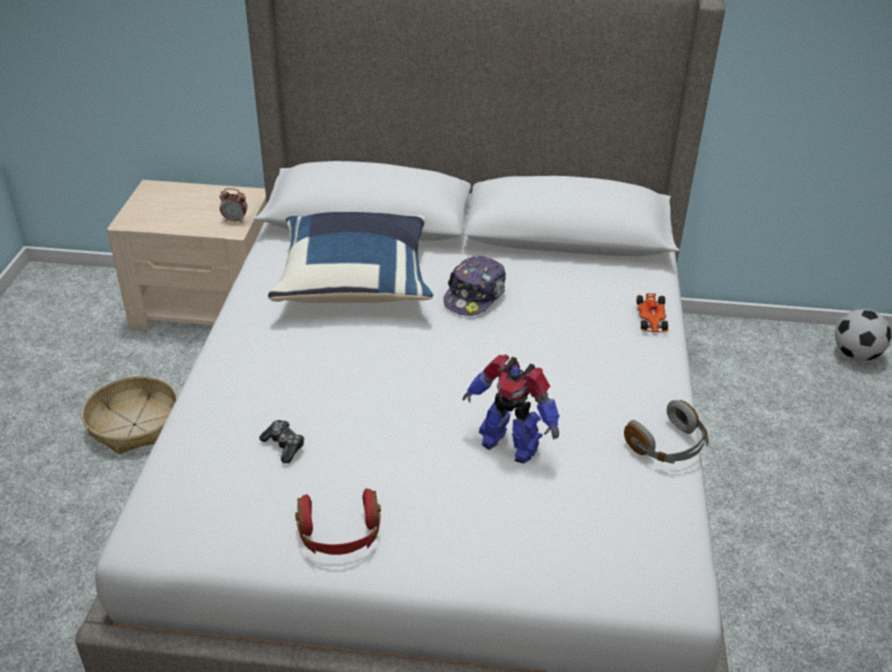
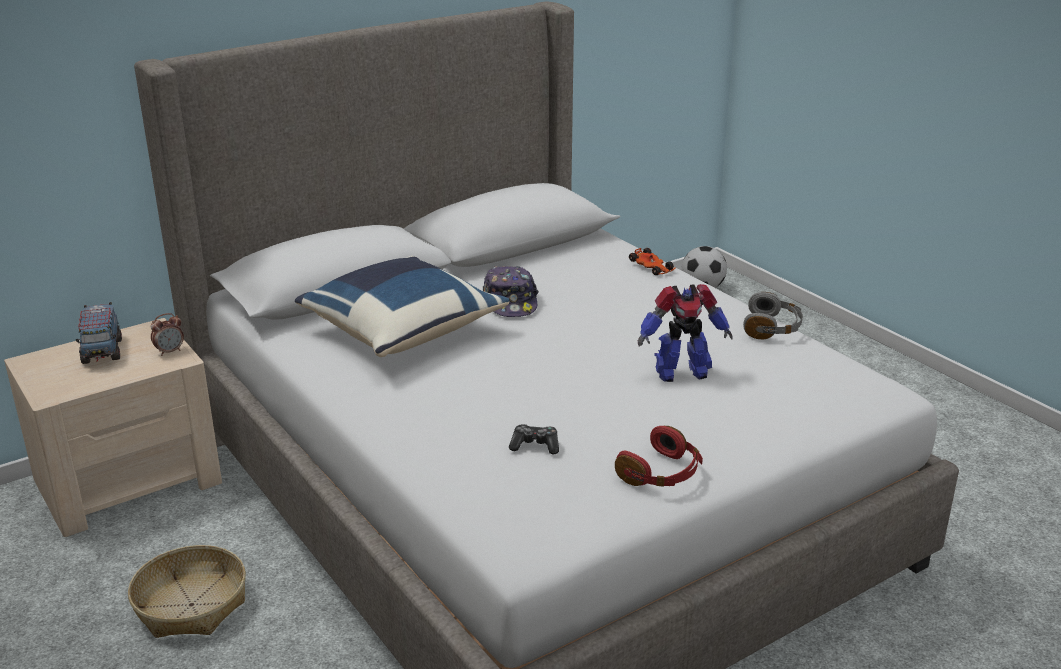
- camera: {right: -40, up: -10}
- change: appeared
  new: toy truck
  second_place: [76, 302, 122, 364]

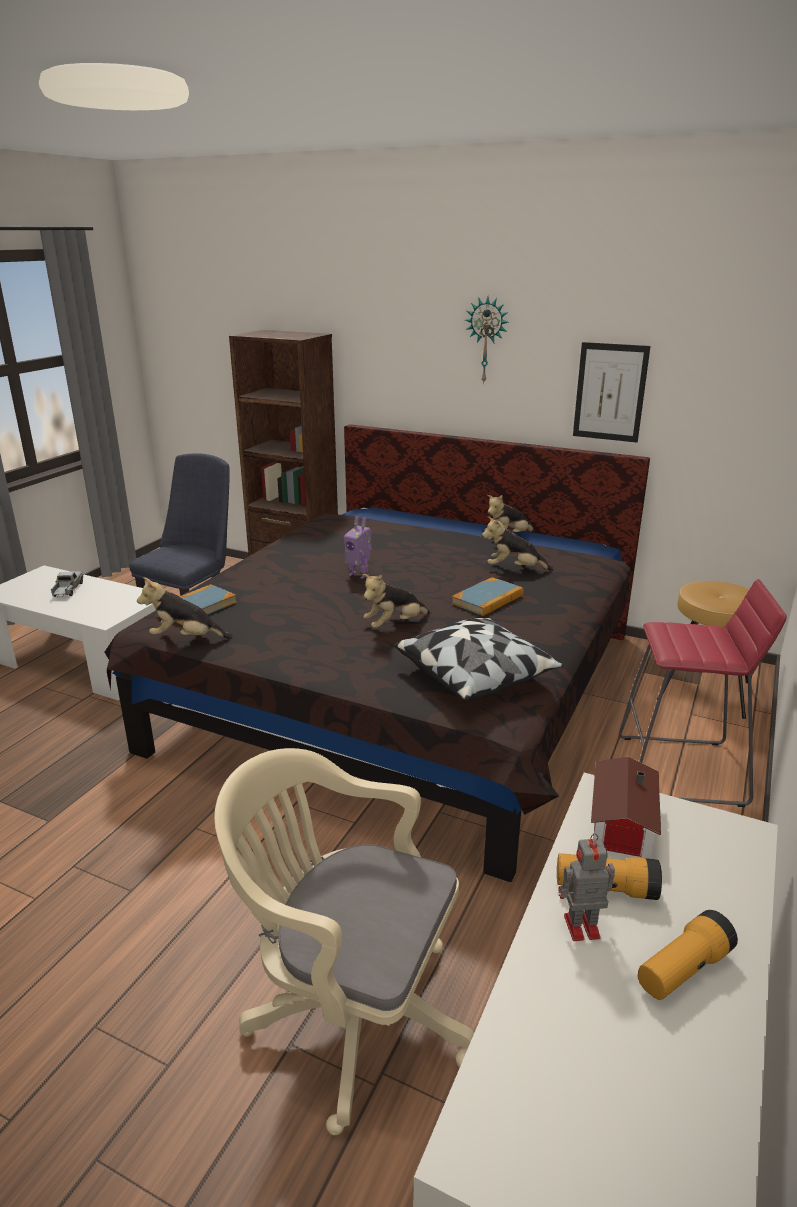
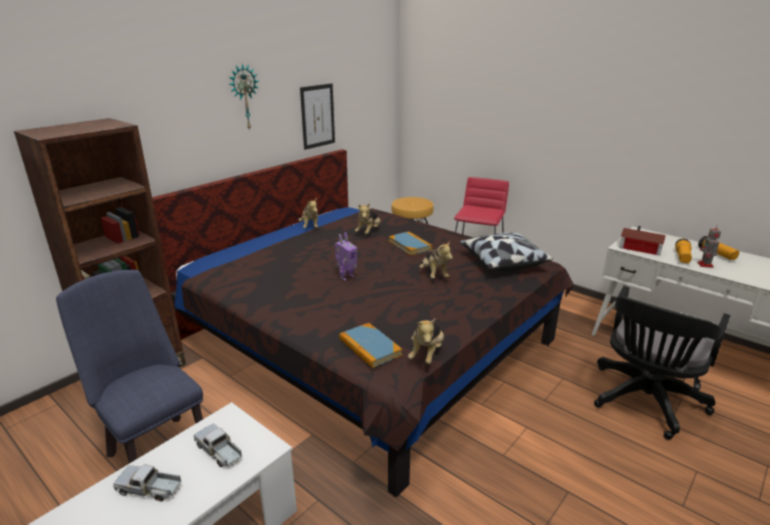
- camera: {right: -75, up: 0}
- change: appeared
  new: toy truck
  second_place: [194, 424, 242, 467]
- change: colour
  old: beige office chair
  new: black office chair
  first_place: [214, 748, 474, 1135]
  second_place: [594, 286, 731, 440]

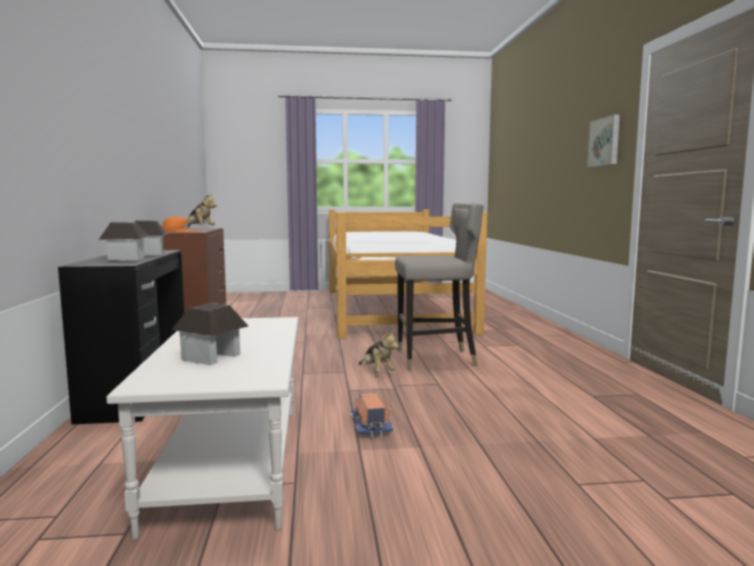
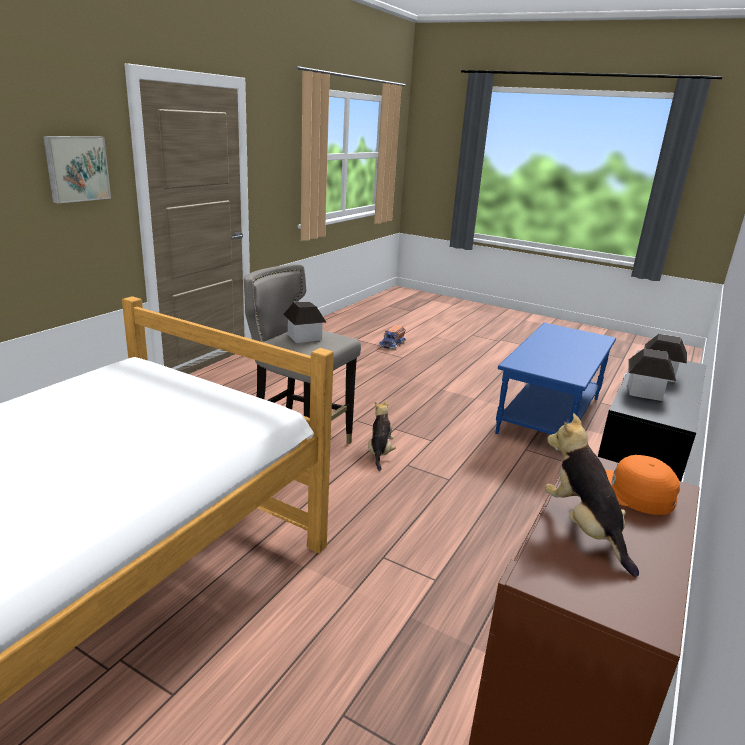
- camera: {right: -145, up: 15}
- change: relocated
  old: toy house
  first_place: [171, 303, 248, 365]
  second_place: [283, 302, 327, 343]
- change: relocated
  old: toy truck
  first_place: [351, 392, 393, 438]
  second_place: [379, 325, 406, 350]
- change: colour
  old: white coffee table
  new: blue coffee table
  first_place: [106, 317, 299, 540]
  second_place: [495, 323, 616, 435]

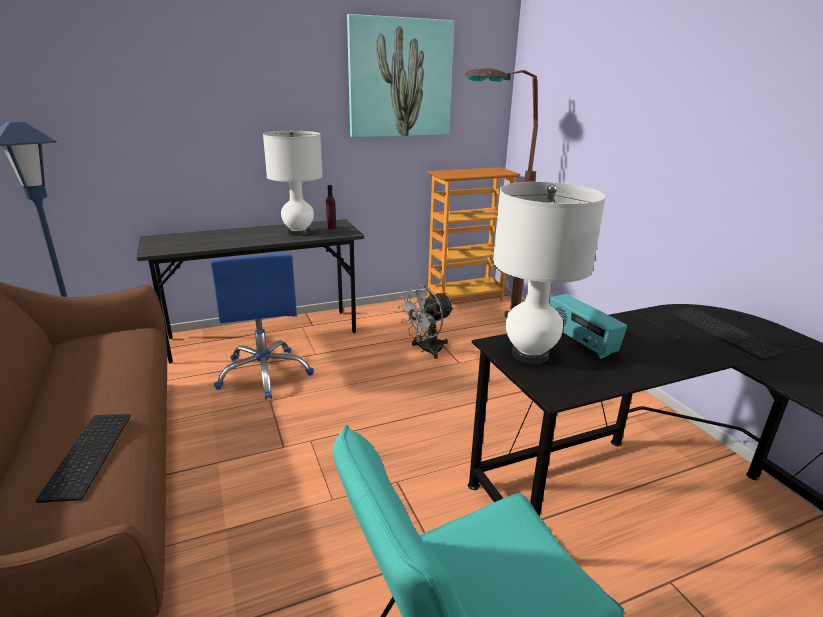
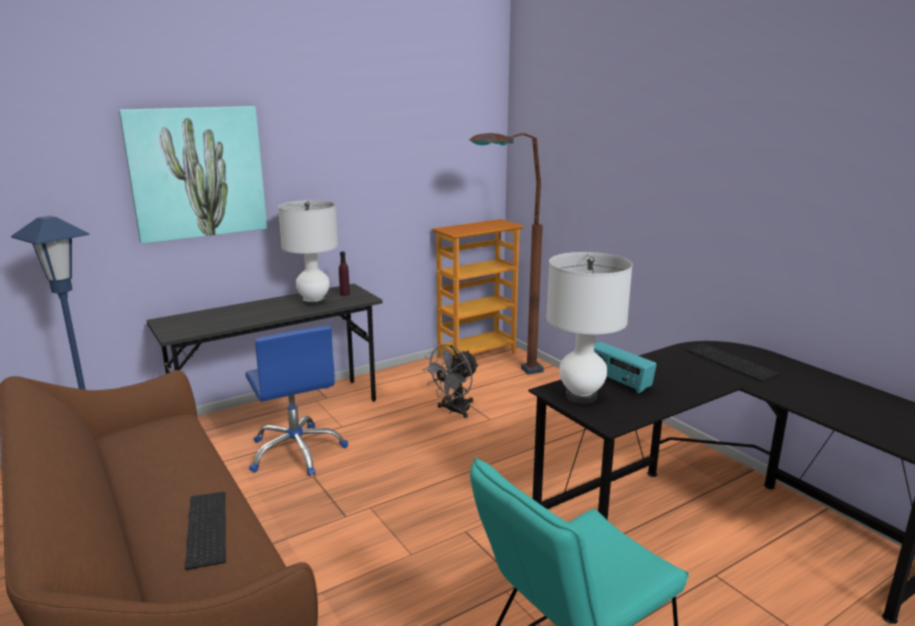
- camera: {right: -10, up: -5}
- change: relocated
  old: picture
  first_place: [347, 14, 454, 137]
  second_place: [119, 106, 267, 244]

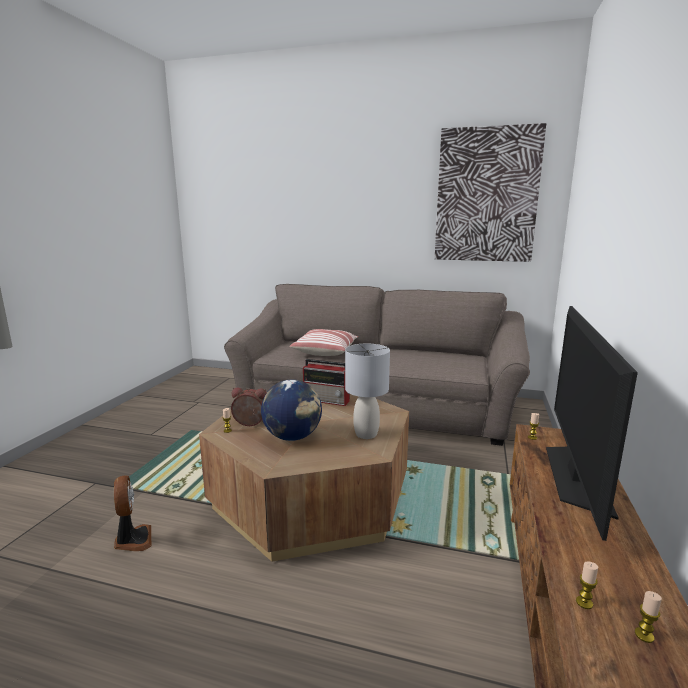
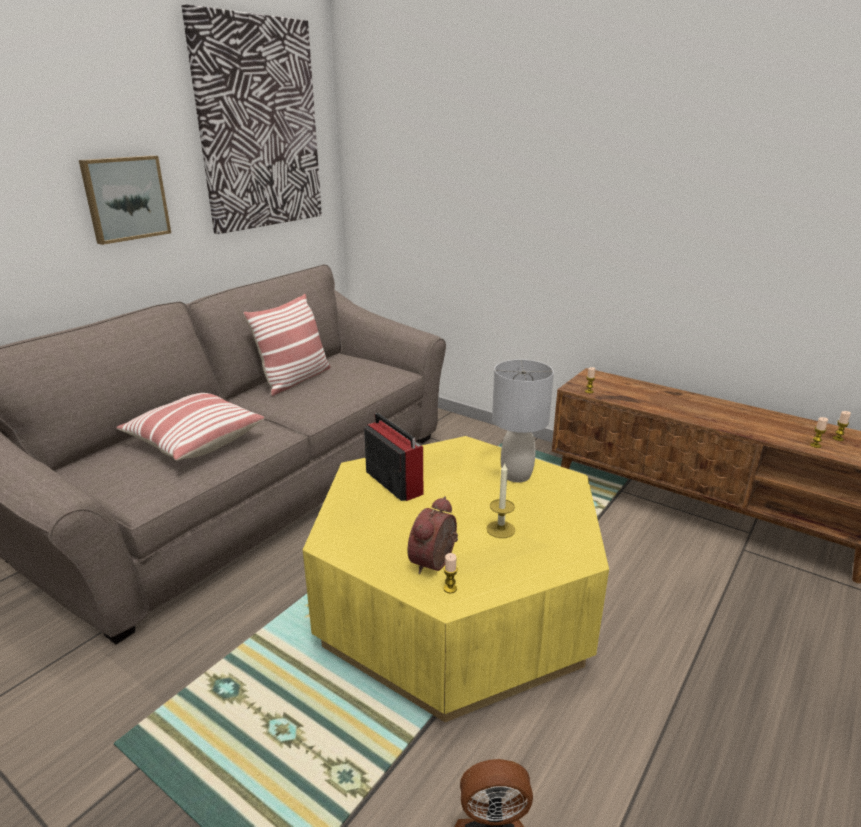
- camera: {right: -70, up: 10}
- change: appeared
  new: picture
  second_place: [79, 155, 171, 245]
- change: appeared
  new: pillow
  second_place: [243, 294, 330, 396]
- change: colour
  old: brown coffee table
  new: yellow coffee table
  first_place: [199, 394, 409, 562]
  second_place: [303, 436, 609, 722]
- change: spun
  old: radio
  first_place: [303, 359, 350, 406]
  second_place: [364, 413, 423, 501]
  degrees: -75
- change: exchanged
  old: globe
  new: candle
  first_place: [261, 380, 322, 441]
  second_place: [487, 464, 515, 538]
- change: missing
  old: television
  first_place: [546, 306, 638, 541]

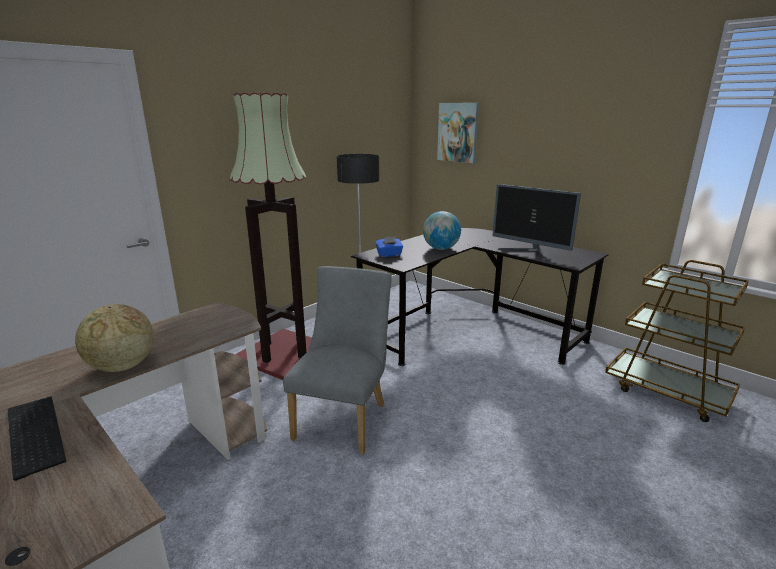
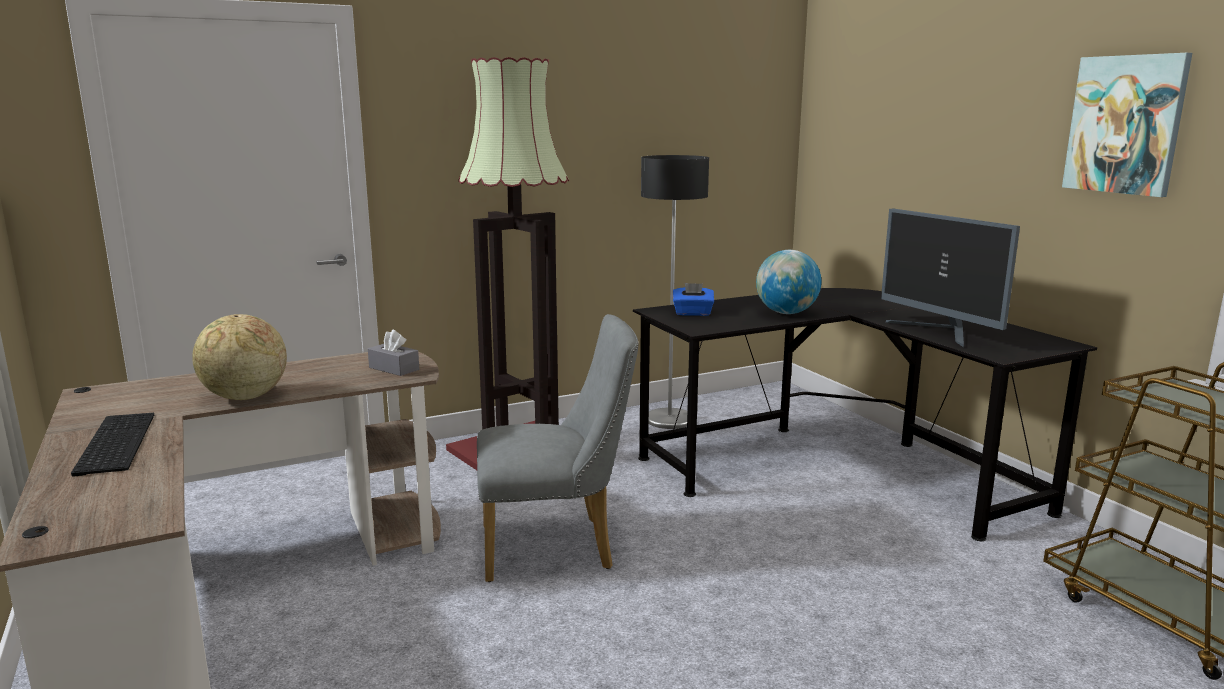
- camera: {right: 20, up: -5}
- change: appeared
  new: grey tissue box
  second_place: [368, 330, 419, 376]
- change: spun
  old: grey chair
  first_place: [283, 266, 392, 455]
  second_place: [477, 314, 639, 582]
  degrees: 45
- change: relocated
  old: picture
  first_place: [437, 103, 479, 163]
  second_place: [1062, 53, 1192, 197]

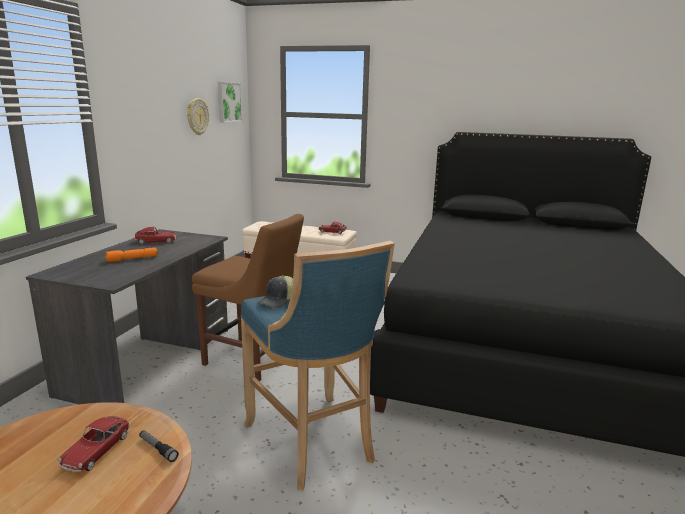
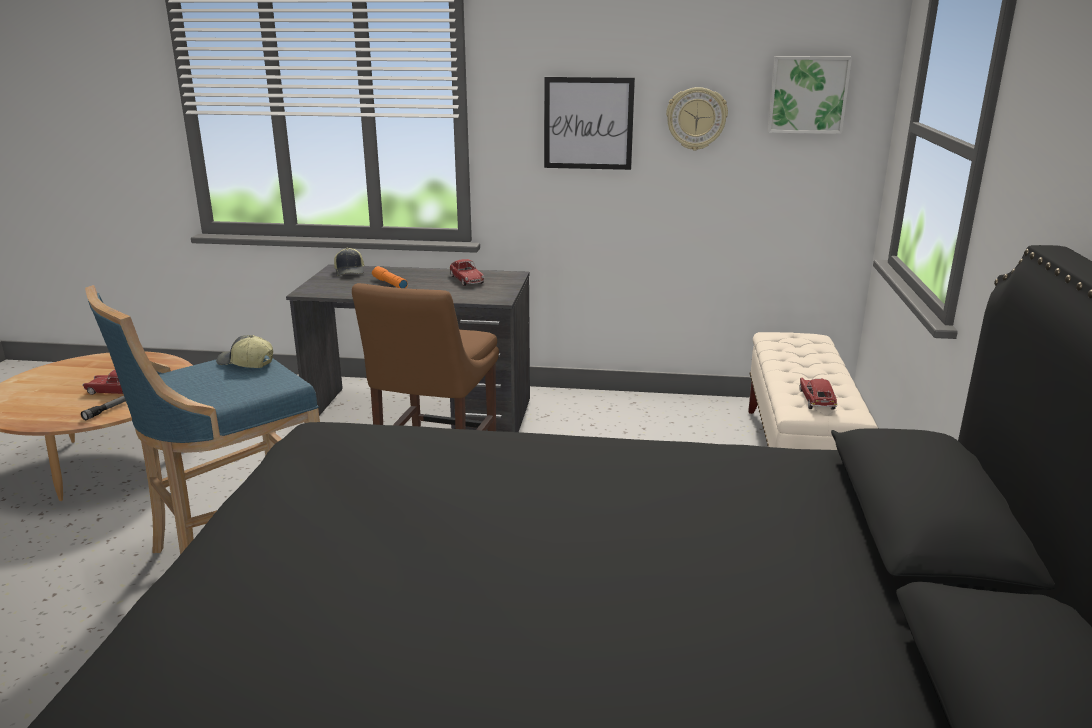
- camera: {right: 80, up: 5}
- change: appeared
  new: cap
  second_place: [334, 248, 364, 276]
- change: appeared
  new: picture
  second_place: [544, 77, 635, 170]

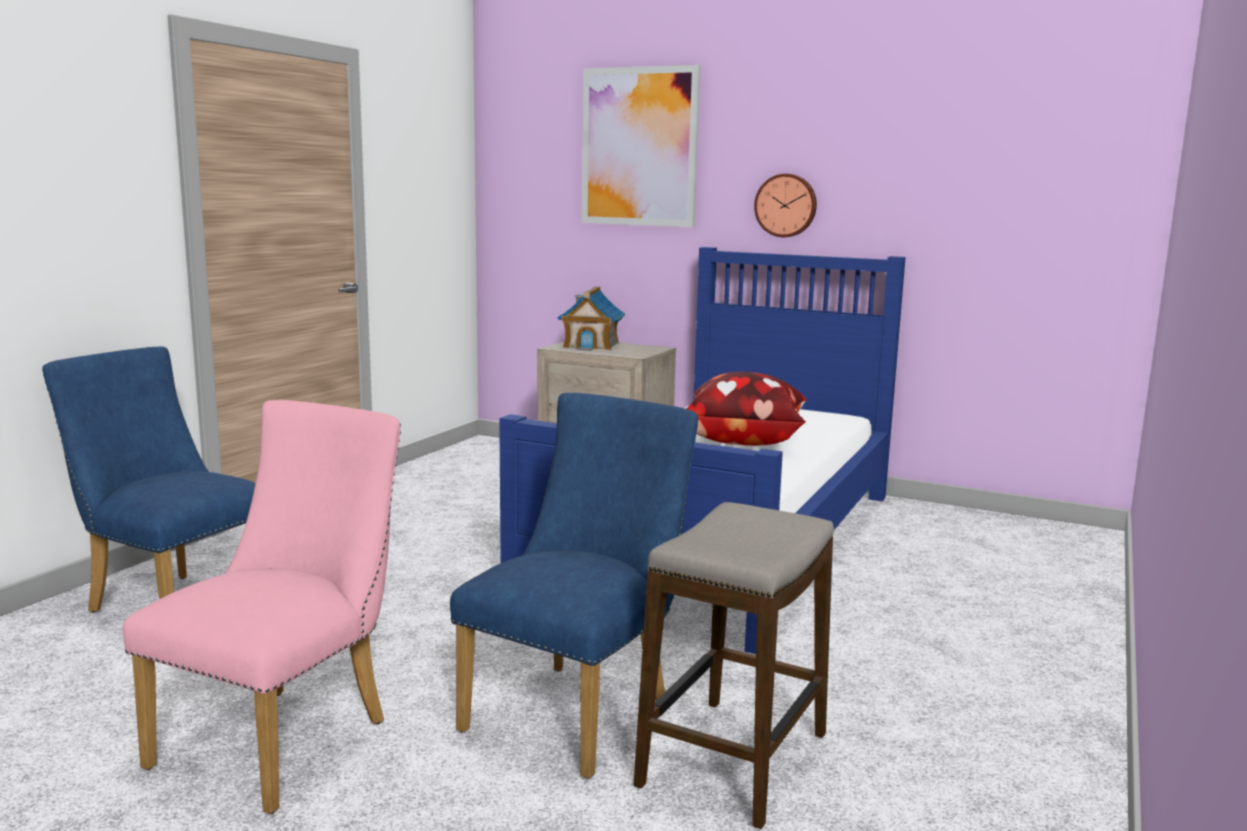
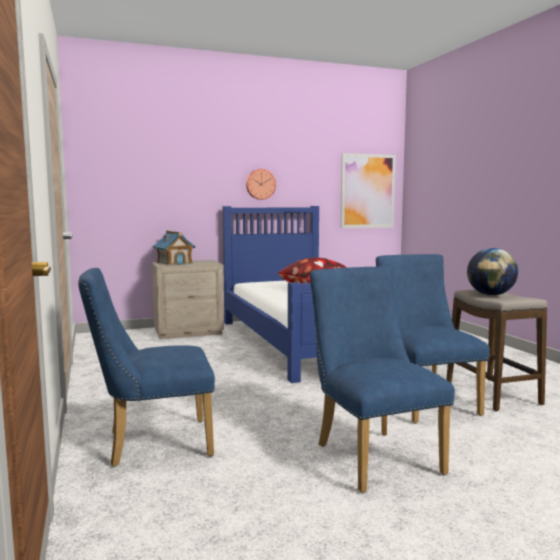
- camera: {right: -45, up: -5}
- change: colour
  old: pink chair
  new: blue chair
  first_place: [123, 400, 401, 814]
  second_place: [310, 266, 455, 493]
- change: relocated
  old: picture
  first_place: [582, 65, 700, 227]
  second_place: [340, 153, 396, 228]
- change: appeared
  new: globe
  second_place: [467, 248, 518, 296]

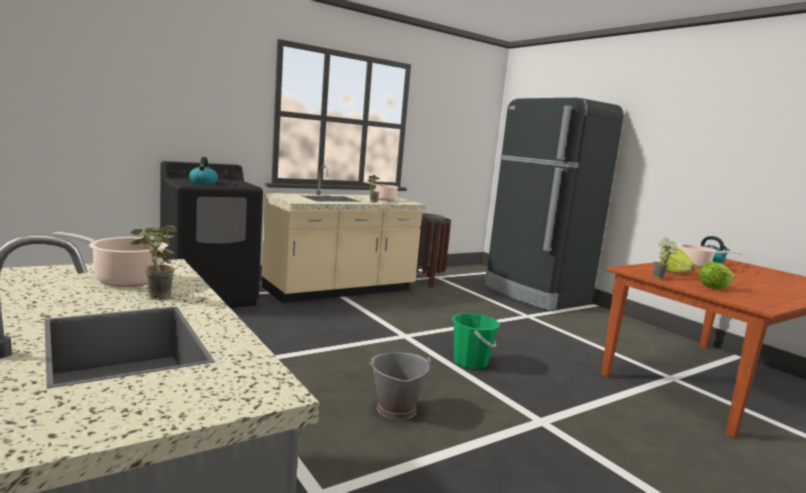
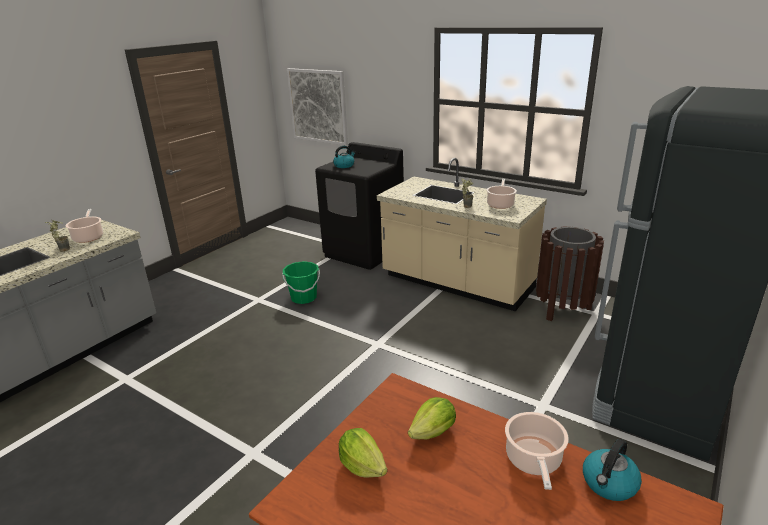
- camera: {right: 70, up: 15}
- change: relocated
  old: green bucket
  first_place: [452, 313, 500, 369]
  second_place: [282, 261, 320, 304]
- change: appeared
  new: picture
  second_place: [287, 68, 348, 146]
- change: missing
  old: grey bucket
  first_place: [369, 352, 431, 420]
- change: missing
  old: potted plant
  first_place: [653, 237, 678, 279]

